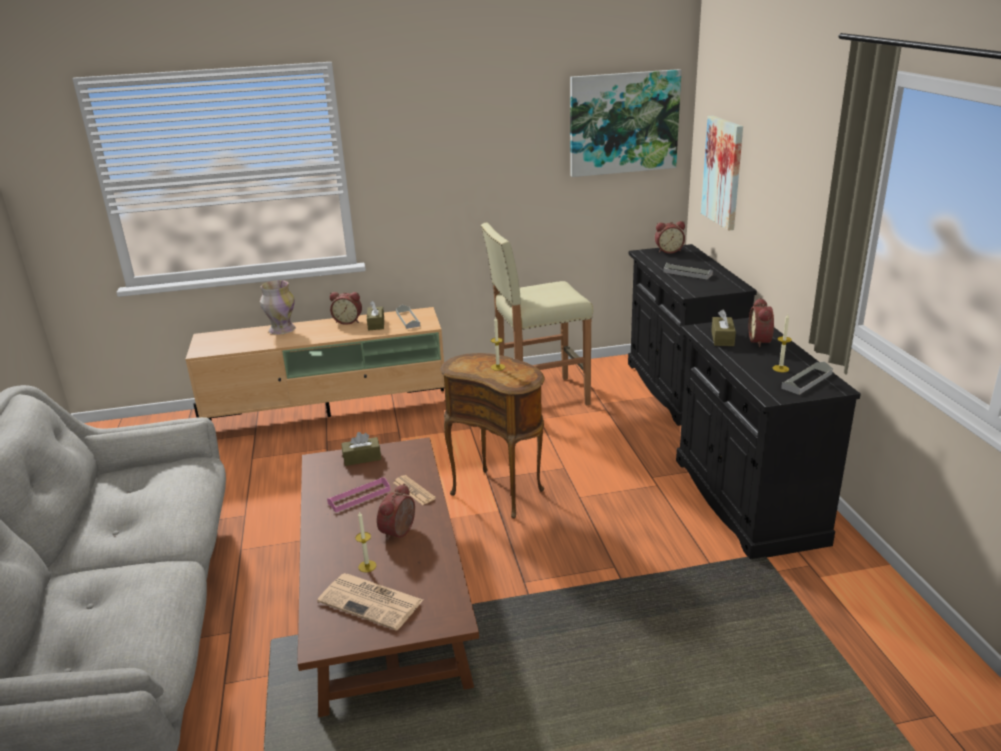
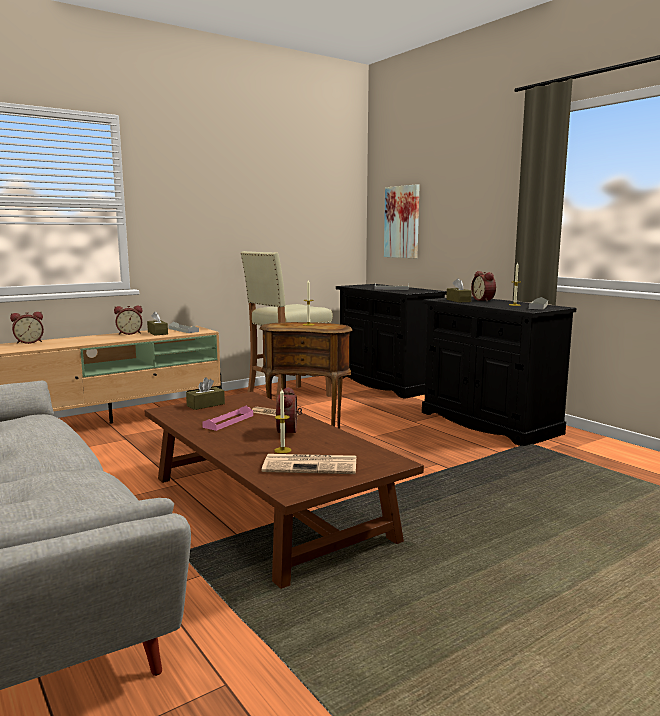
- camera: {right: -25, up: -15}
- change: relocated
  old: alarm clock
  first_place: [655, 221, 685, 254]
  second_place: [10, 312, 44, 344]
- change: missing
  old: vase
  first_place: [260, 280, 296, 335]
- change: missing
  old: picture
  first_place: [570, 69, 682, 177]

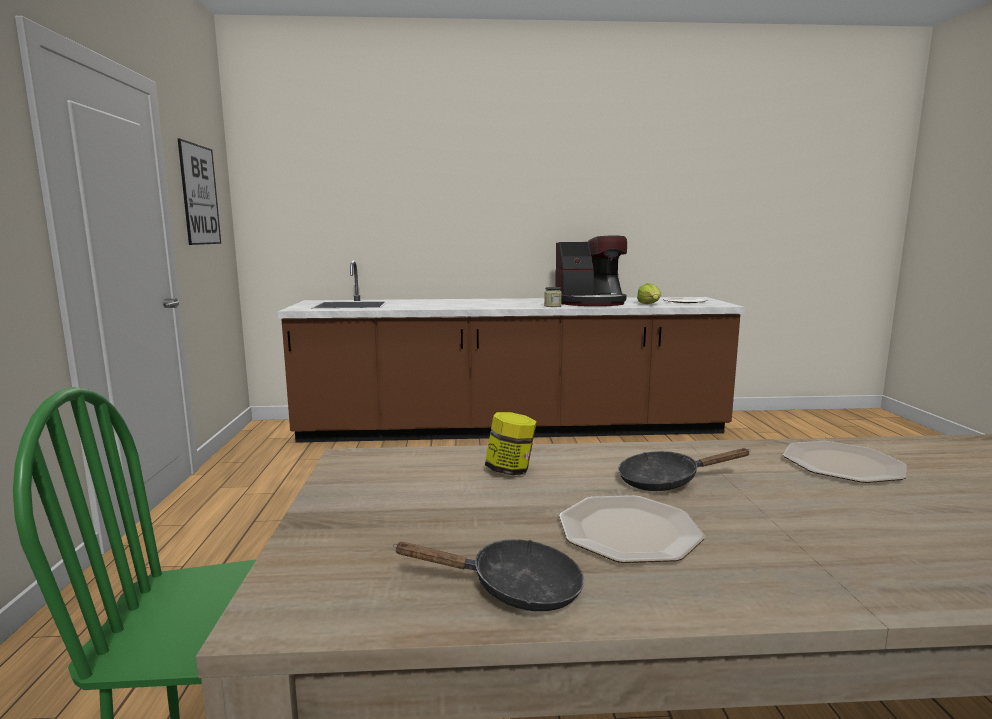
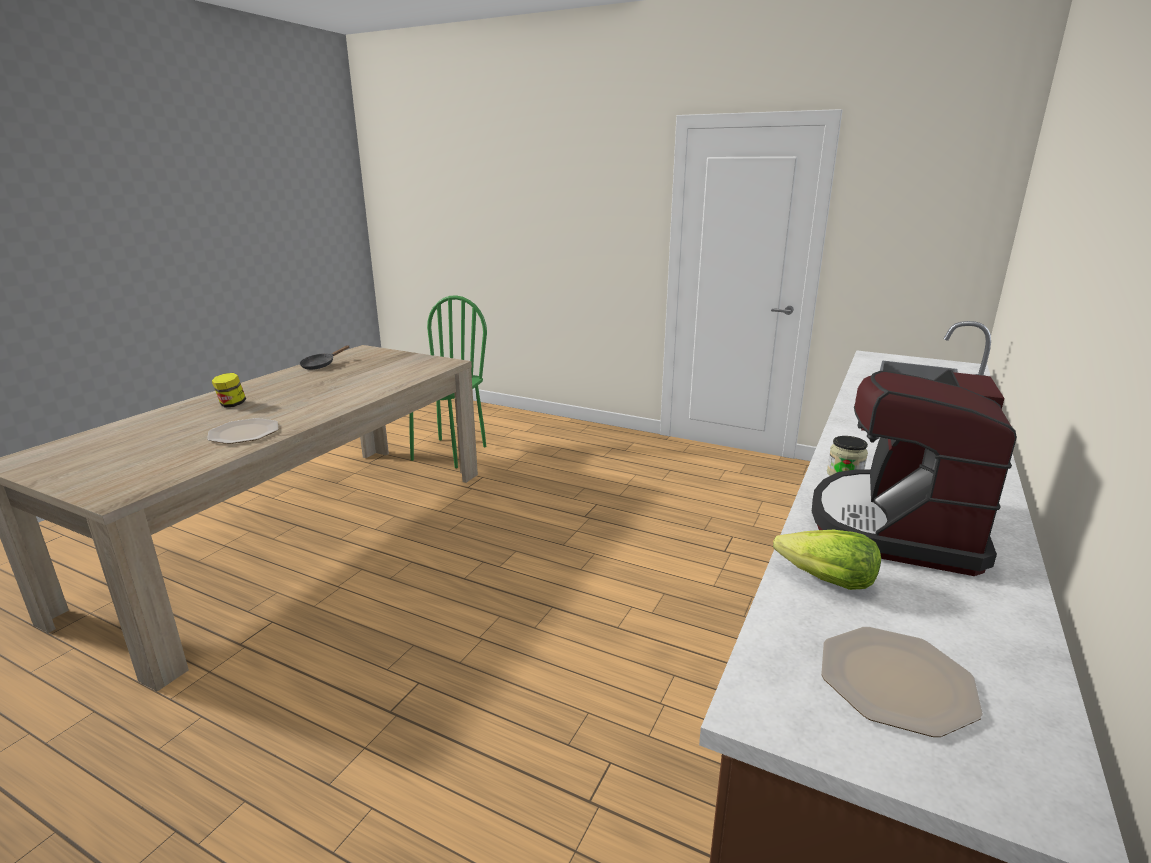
- camera: {right: 120, up: 10}
- change: relocated
  old: jar
  first_place: [485, 412, 537, 475]
  second_place: [212, 373, 246, 408]
- change: missing
  old: picture
  first_place: [178, 139, 221, 245]
- change: missing
  old: plate
  first_place: [559, 495, 705, 563]
- change: missing
  old: black frying pan
  first_place: [618, 448, 751, 491]

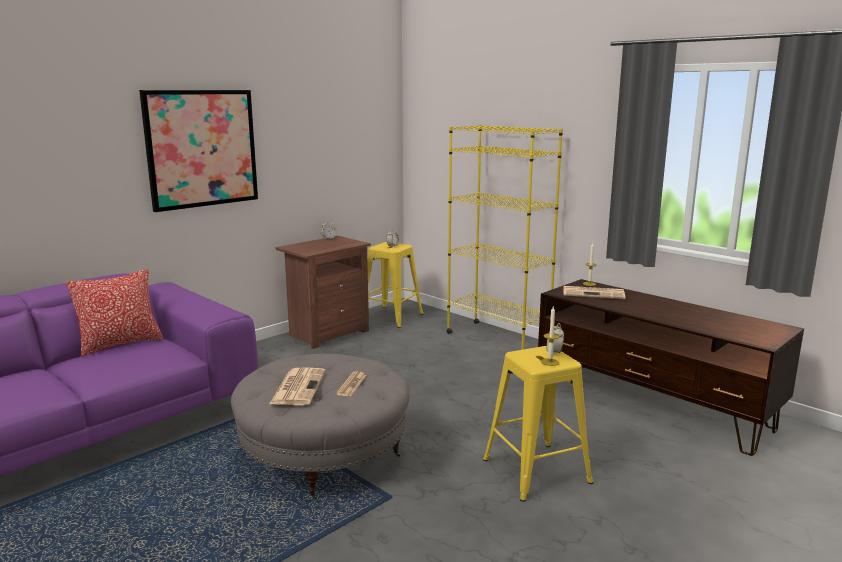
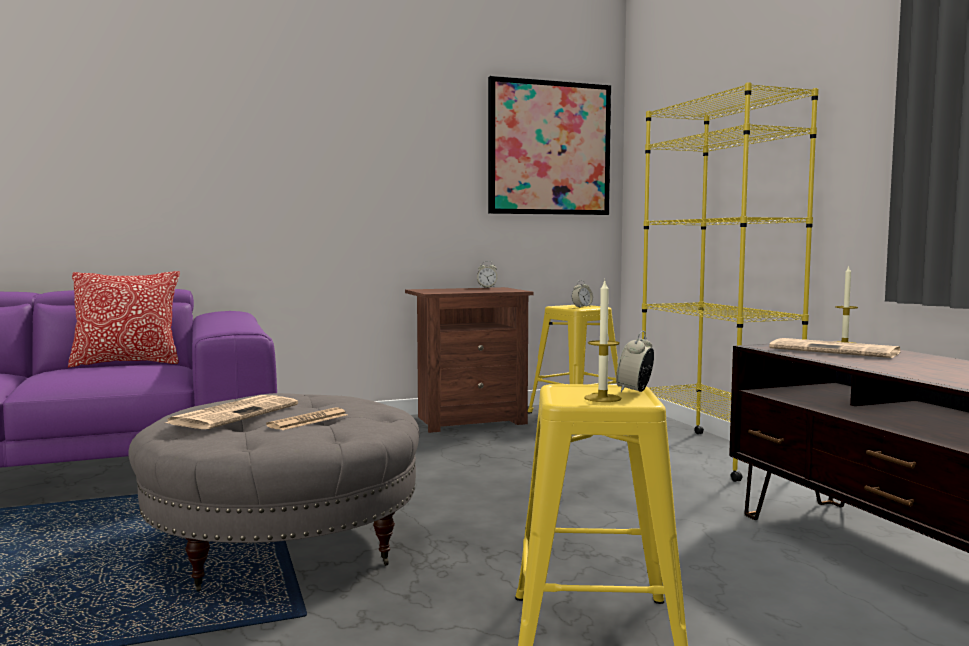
- camera: {right: 25, up: -10}
- change: relocated
  old: picture
  first_place: [139, 90, 258, 212]
  second_place: [488, 76, 611, 215]

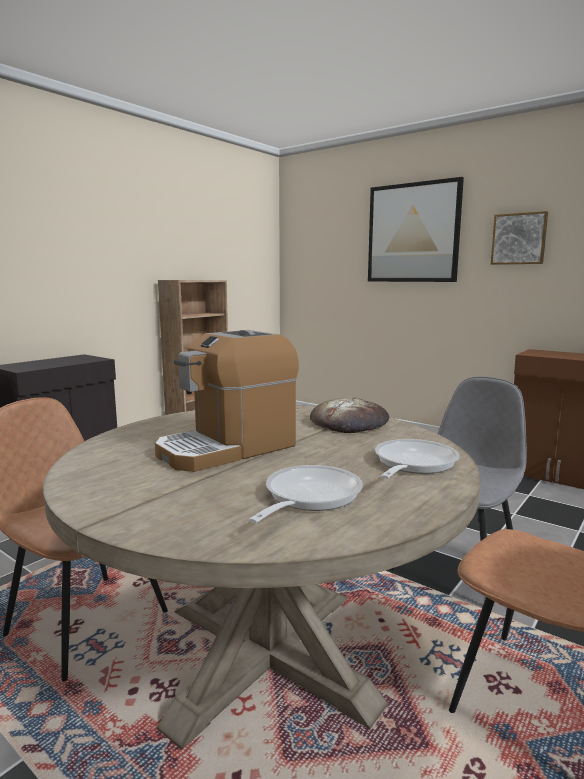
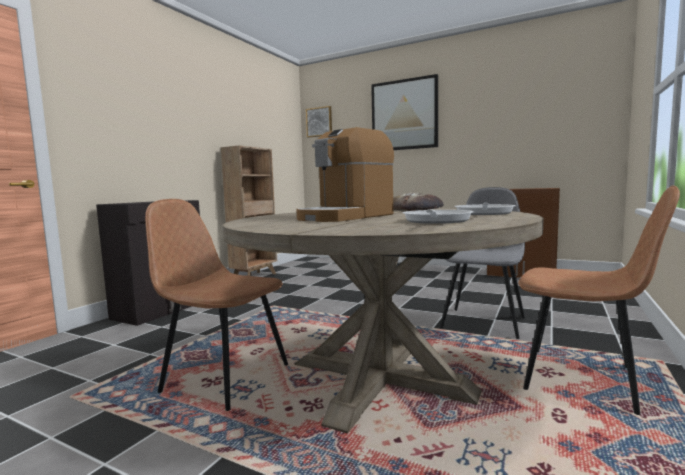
- camera: {right: -10, up: -5}
- change: relocated
  old: picture
  first_place: [491, 211, 548, 265]
  second_place: [306, 106, 332, 138]

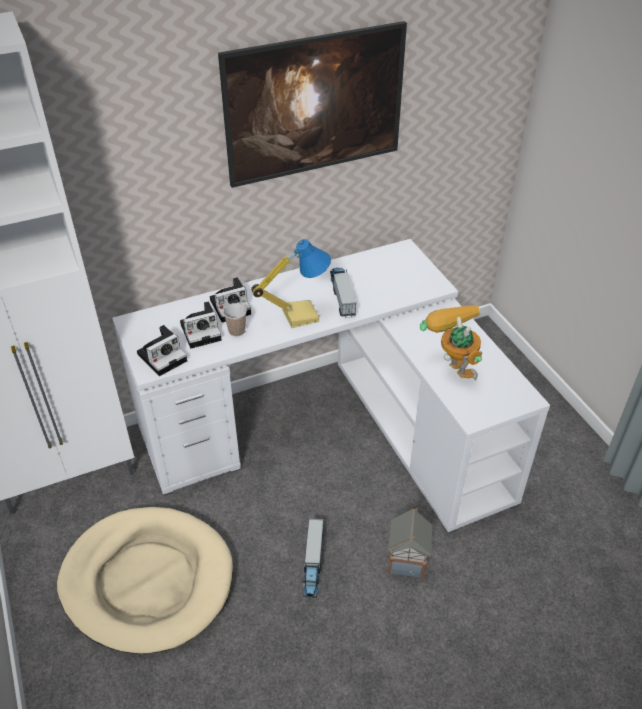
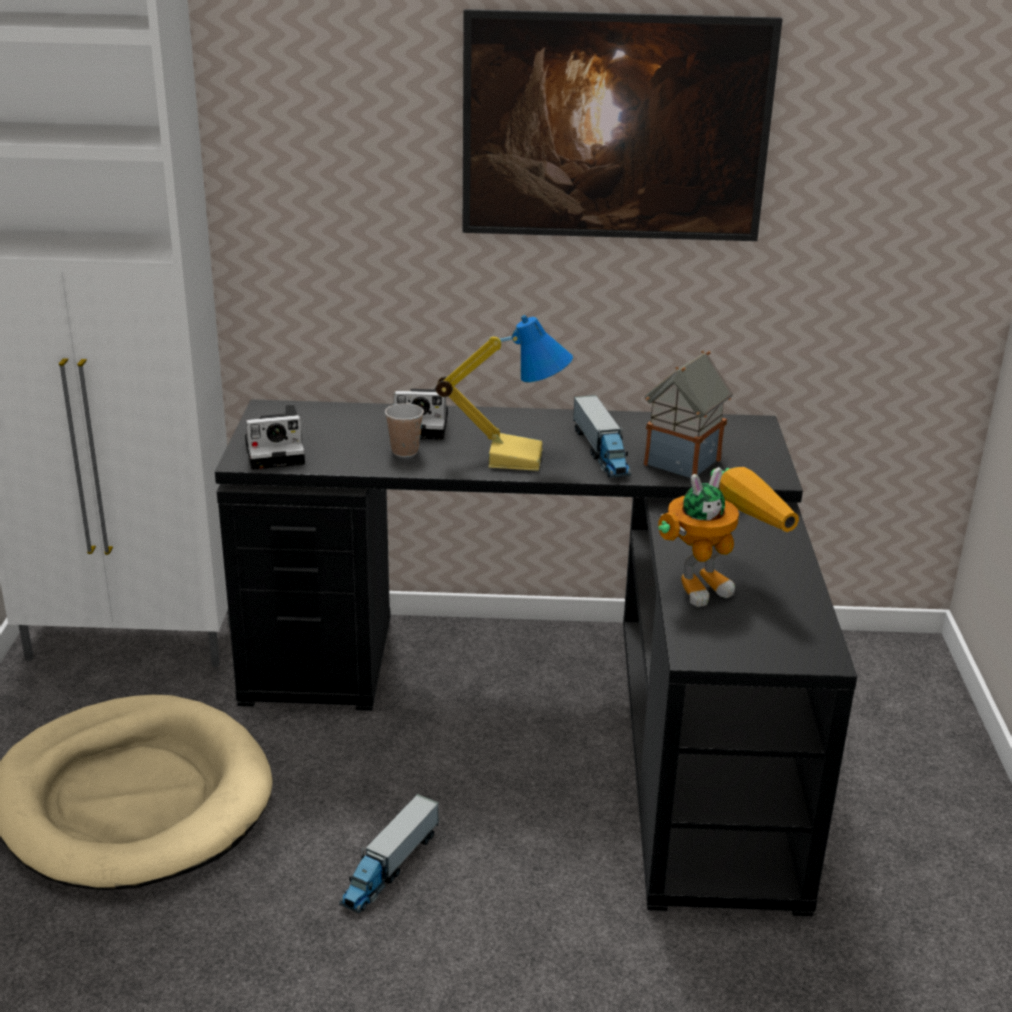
- camera: {right: 25, up: -15}
- change: colour
  old: white desk
  new: black desk
  first_place: [112, 239, 550, 534]
  second_place: [215, 399, 857, 916]
- change: spun
  old: toy truck
  first_place: [330, 268, 356, 318]
  second_place: [573, 395, 631, 478]
  degrees: 150
- change: relocated
  old: toy house
  first_place: [388, 508, 433, 579]
  second_place: [644, 351, 733, 478]
- change: spun
  old: toy robot
  first_place: [420, 305, 482, 379]
  second_place: [658, 467, 799, 607]
  degrees: 60
- change: missing
  old: photo camera
  first_place: [180, 301, 221, 348]

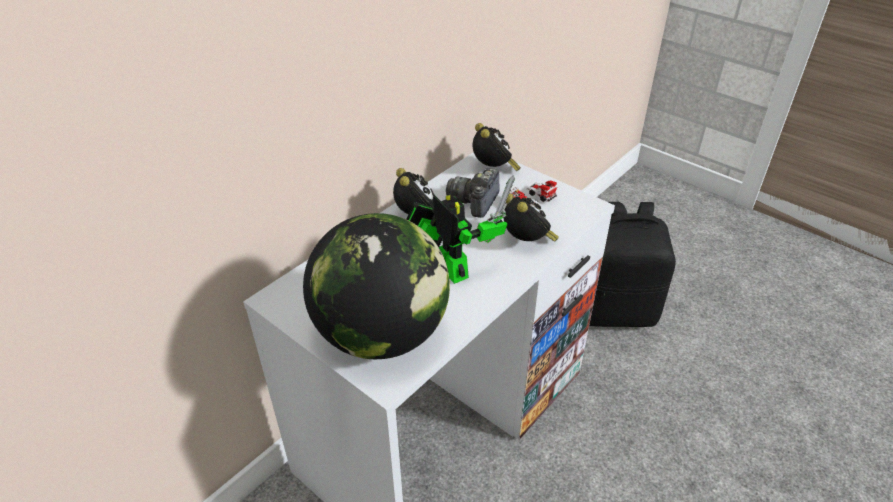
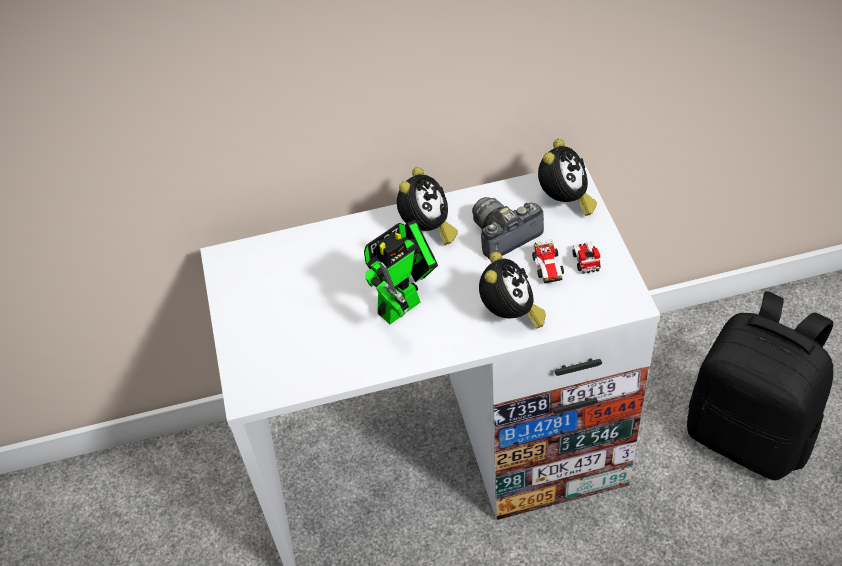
- camera: {right: 40, up: 10}
- change: spun
  old: toy robot
  first_place: [406, 175, 515, 284]
  second_place: [364, 220, 438, 324]
  degrees: 45
- change: missing
  old: globe
  first_place: [303, 213, 450, 359]

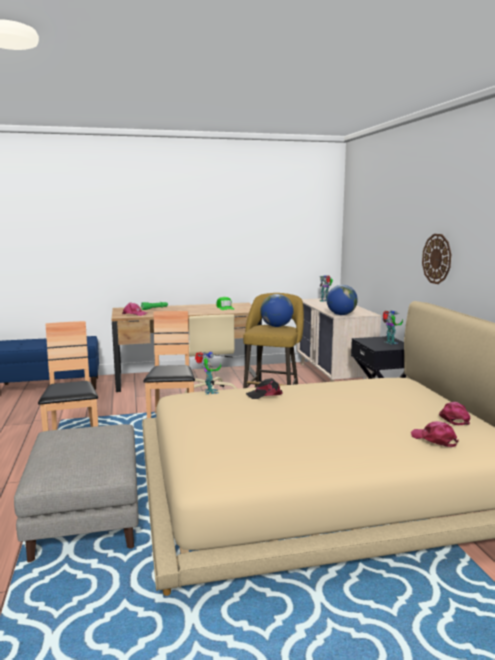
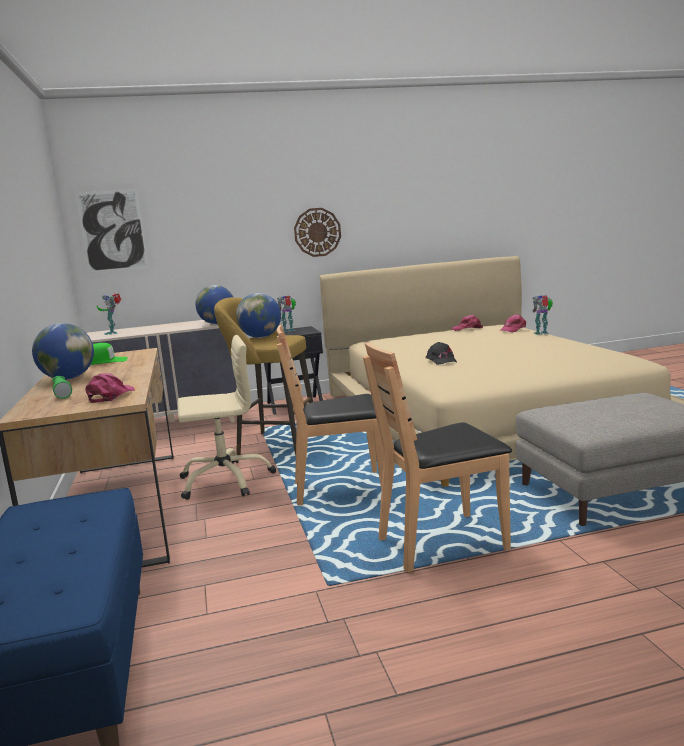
- camera: {right: -90, up: 0}
- change: appeared
  new: globe
  second_place: [32, 323, 94, 380]
- change: appeared
  new: picture
  second_place: [75, 189, 148, 273]
- change: relocated
  old: toy robot
  first_place: [195, 351, 221, 395]
  second_place: [532, 295, 553, 335]

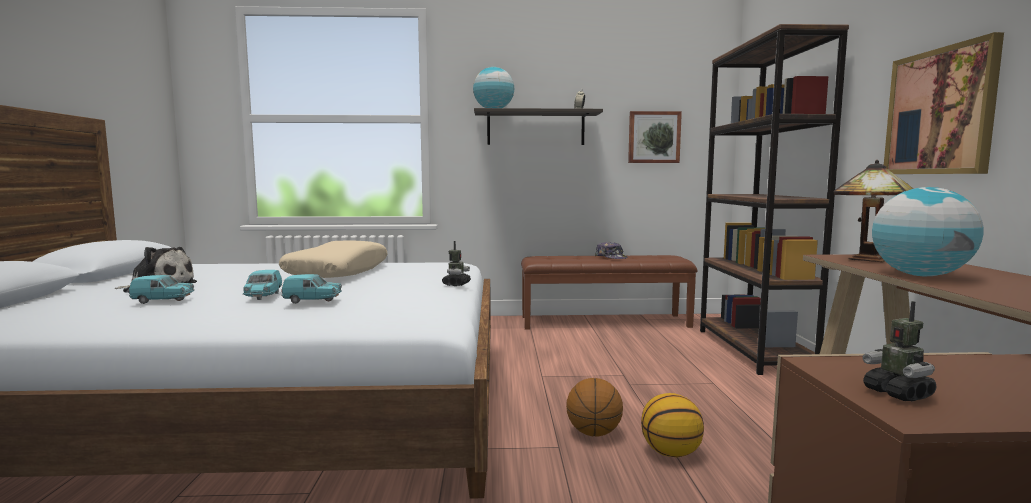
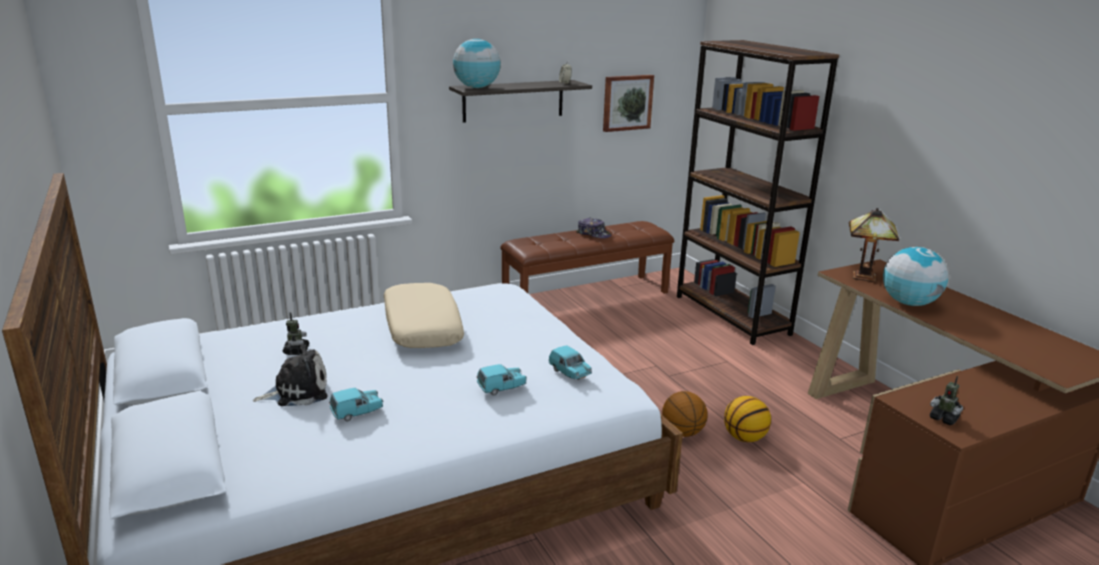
- camera: {right: -25, up: 15}
- change: relocated
  old: toy robot
  first_place: [442, 241, 471, 286]
  second_place: [283, 313, 309, 355]
- change: relocated
  old: turquoise toy car
  first_place: [243, 270, 282, 300]
  second_place: [549, 346, 592, 380]
- change: missing
  old: picture
  first_place: [884, 32, 1004, 174]

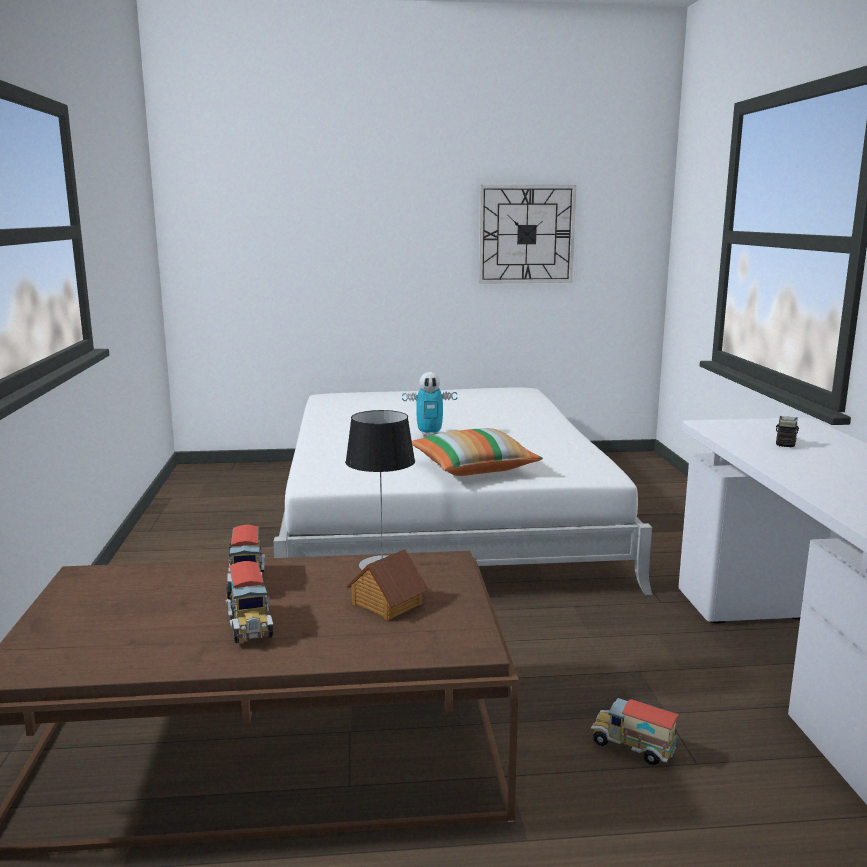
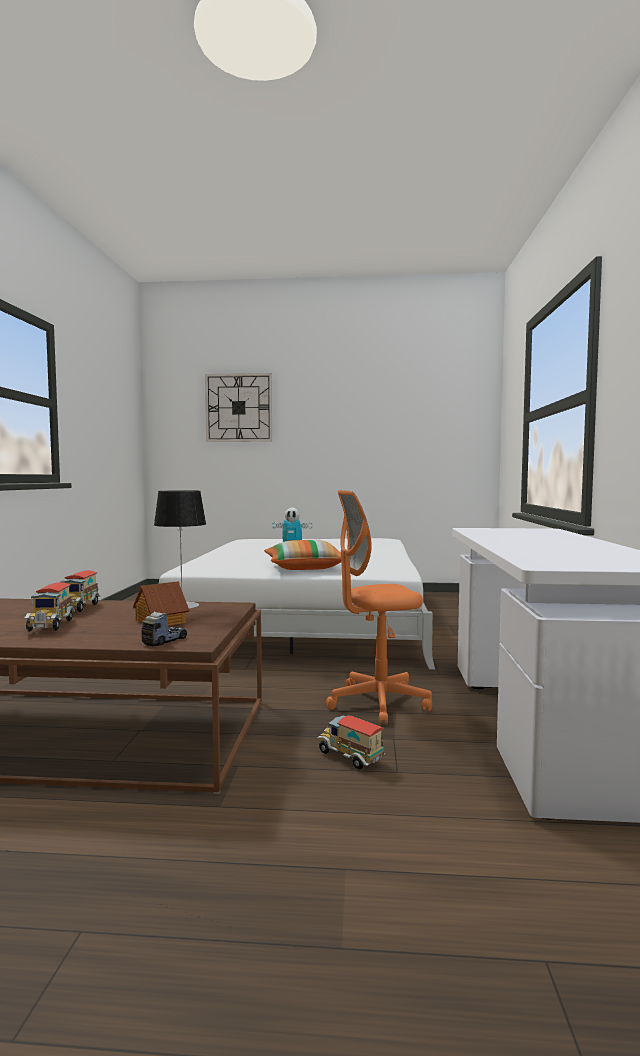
- camera: {right: 10, up: -10}
- change: relocated
  old: toy truck
  first_place: [776, 416, 799, 447]
  second_place: [142, 611, 187, 646]
- change: relocated
  old: wall clock
  first_place: [479, 185, 576, 284]
  second_place: [205, 373, 272, 442]
- change: appeared
  new: orange office chair
  second_place: [326, 490, 432, 725]

